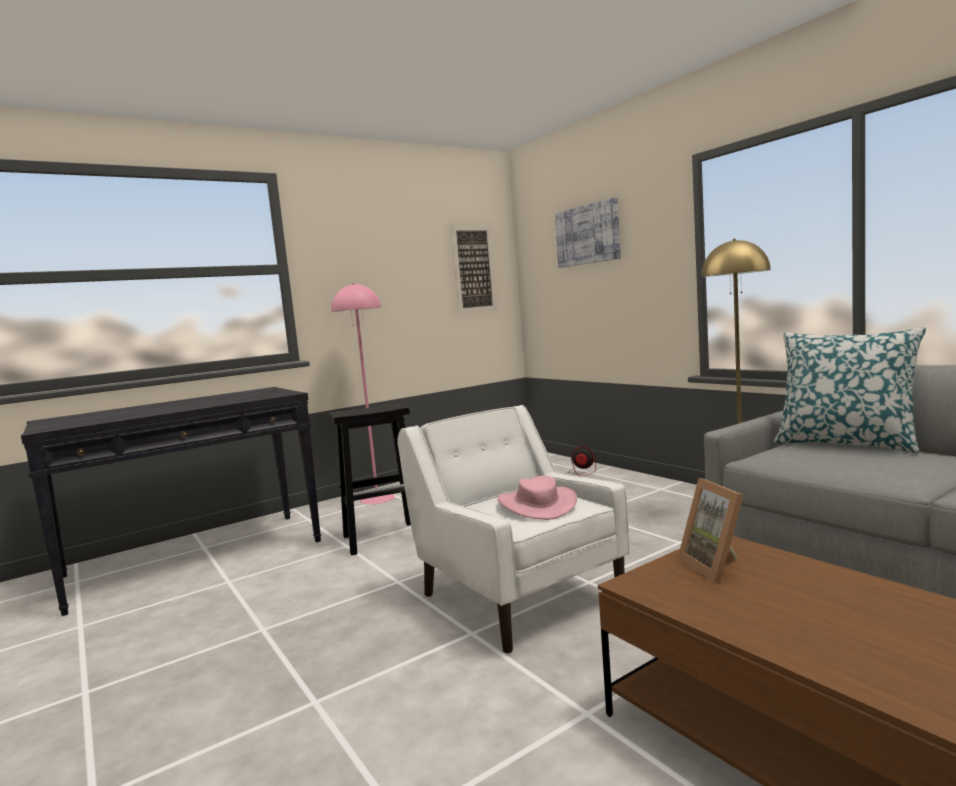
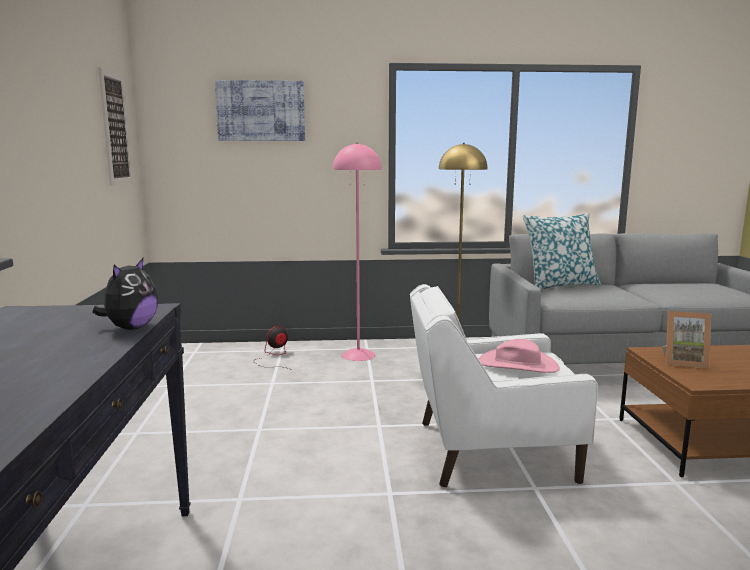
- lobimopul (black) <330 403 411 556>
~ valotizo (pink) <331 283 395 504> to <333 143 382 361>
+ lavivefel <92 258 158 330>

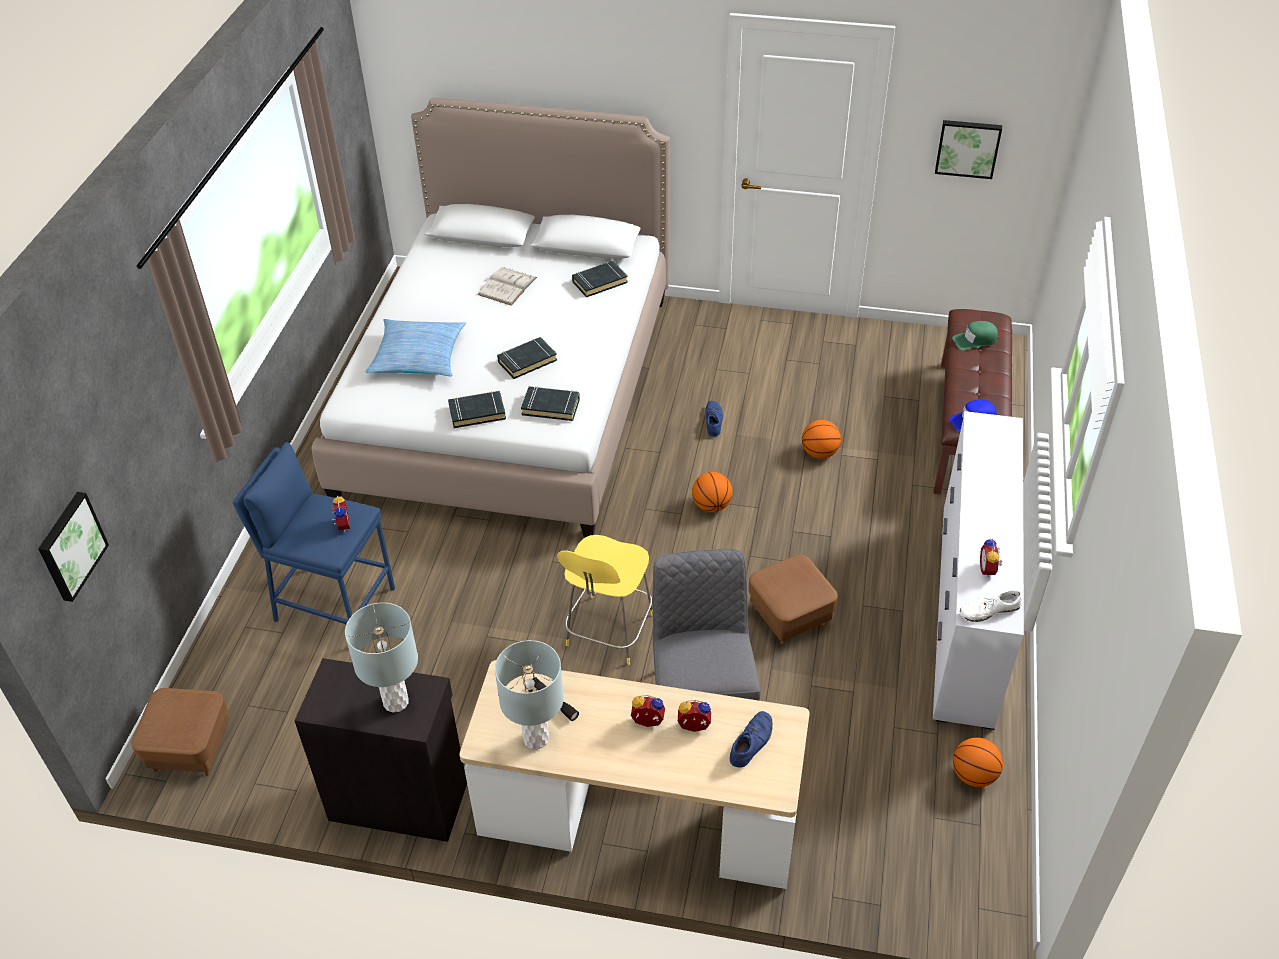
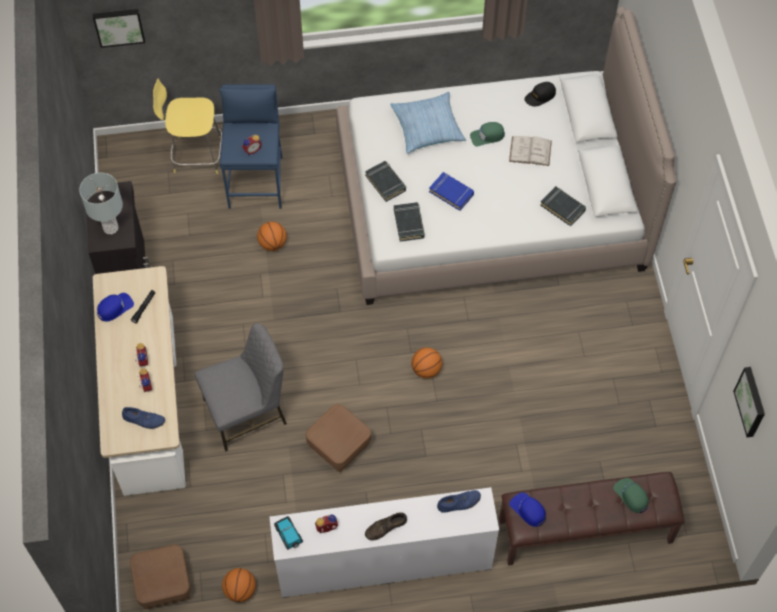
~ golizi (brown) <131 688 229 776> to <130 545 191 609>
~ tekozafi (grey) <495 640 564 750> to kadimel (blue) <97 293 134 321>
~ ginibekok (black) <497 337 557 379> to ginibekok (blue) <429 172 474 211>
~ lobimopul (yellow) <557 535 653 665> to <153 79 222 174>
~ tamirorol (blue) <705 401 723 437> to <437 490 481 513>
~ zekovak <802 420 841 459> to <257 222 287 251>
~ tamirorol (white) <960 590 1022 622> to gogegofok <274 516 303 550>
+ tamirorol (brown) <365 512 407 541>
+ kadimel (green) <470 122 505 147>
+ kadimel (black) <524 82 556 107>

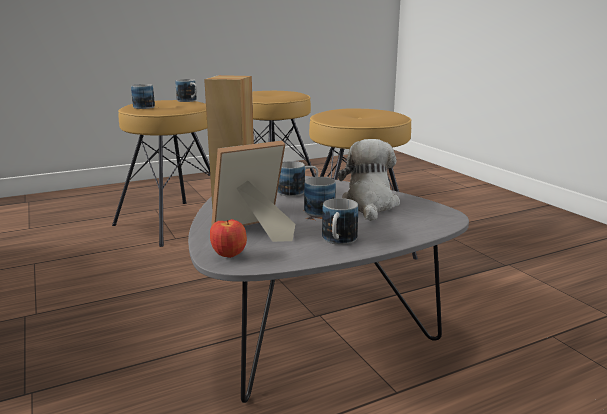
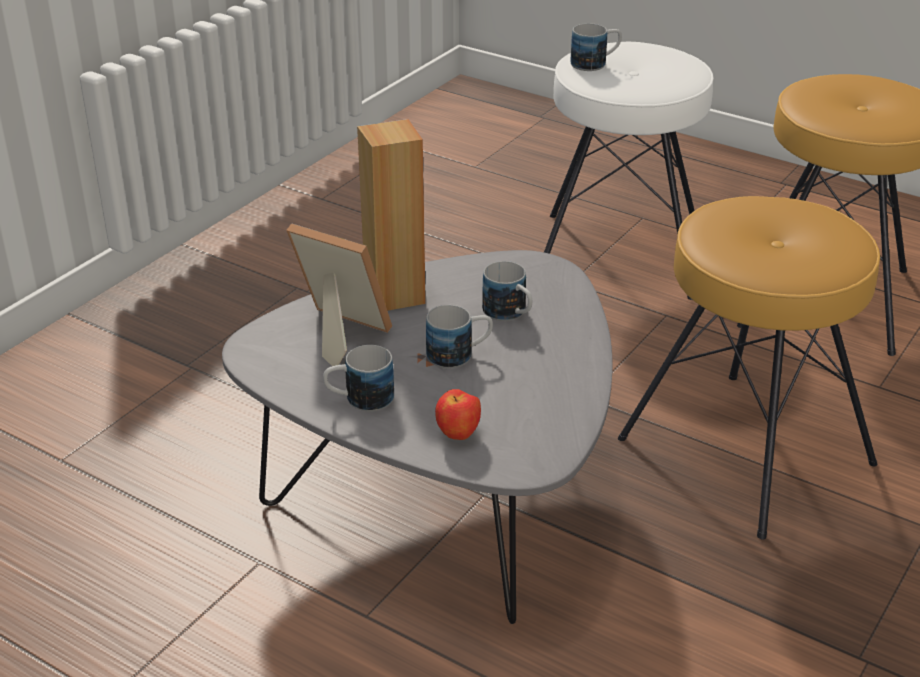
~ lobimopul (brown) <112 100 210 247> to lobimopul (white) <544 42 714 300>
- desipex <176 79 197 102>
~ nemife <210 219 247 258> to <435 389 481 440>
- lavivefel <338 139 400 221>

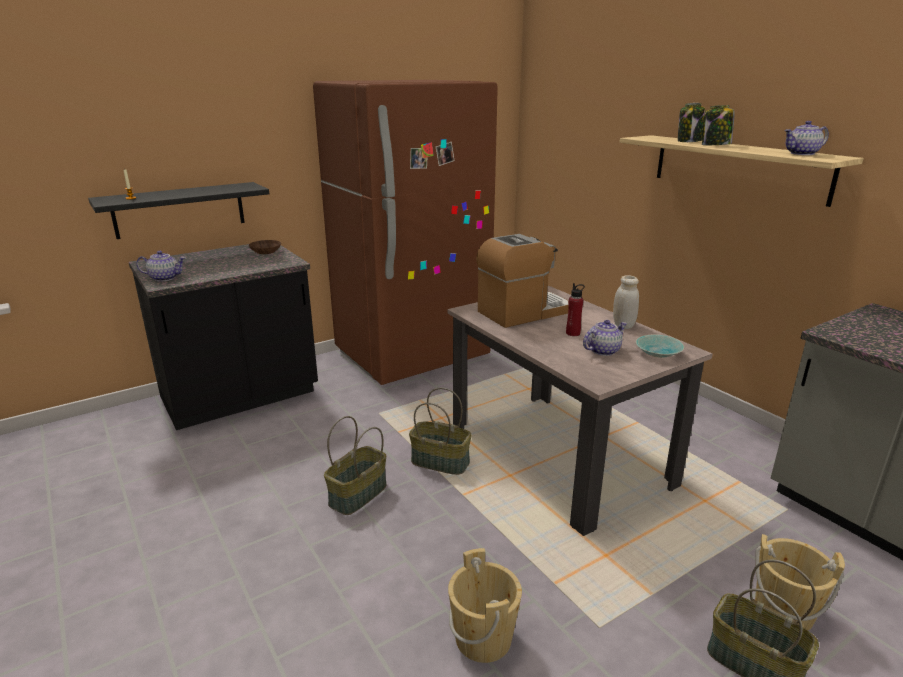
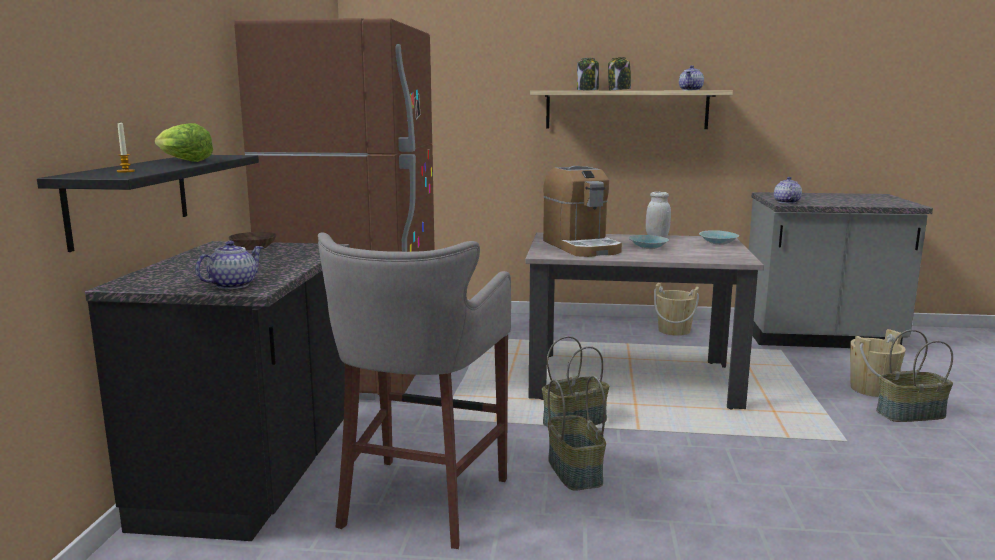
~ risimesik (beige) <448 548 522 663> to <654 283 699 336>
~ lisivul <476 234 569 328> = <543 166 622 257> 150 degrees clockwise
~ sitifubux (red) <566 283 585 336> to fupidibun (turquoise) <628 235 669 249>
~ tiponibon <583 320 627 356> to <774 177 802 204>
+ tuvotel <155 123 213 162>
+ lobimopul (grey) <318 233 511 549>

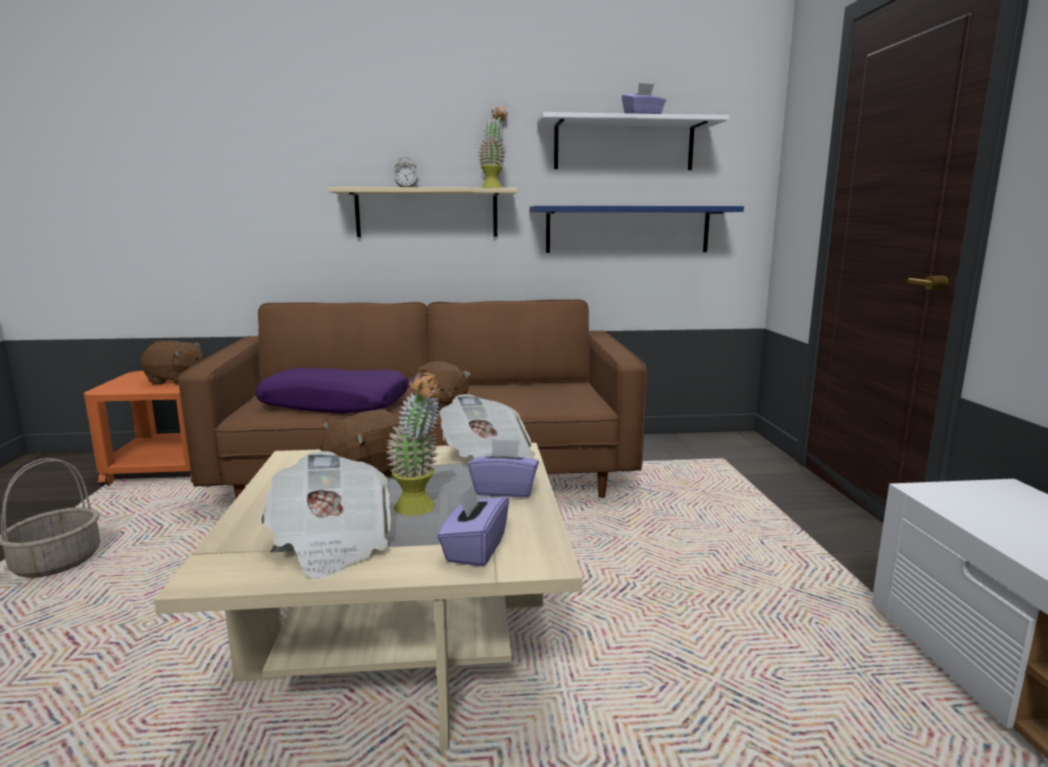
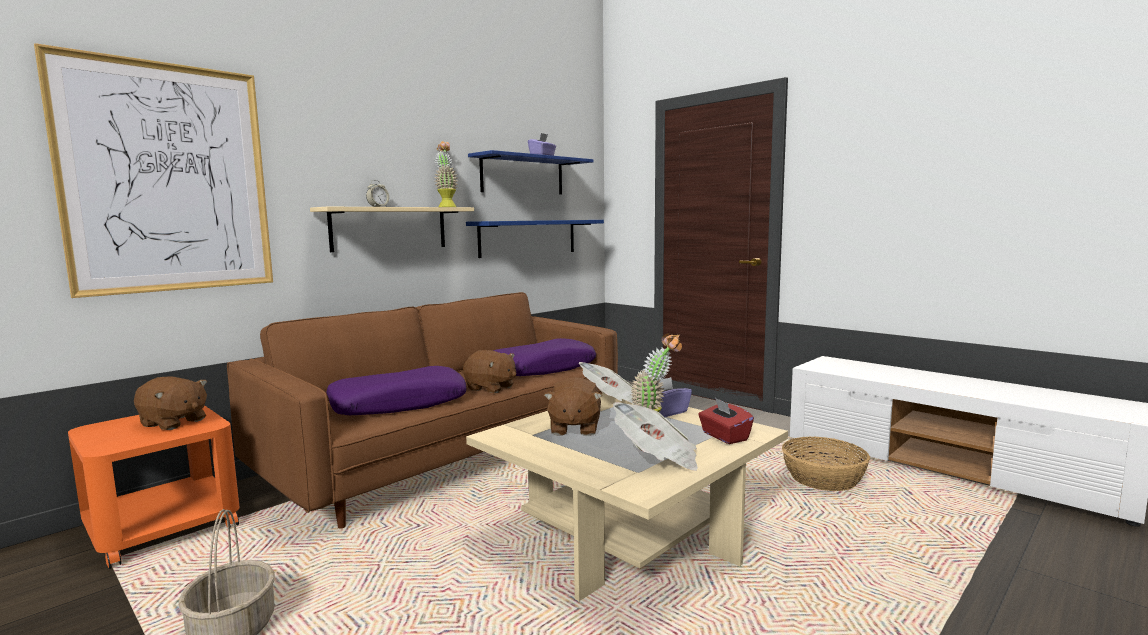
~ lavivefel (brown) <141 341 204 384> = <134 376 207 430> 60 degrees clockwise
~ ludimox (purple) <437 484 509 567> to ludimox (red) <698 398 754 444>
~ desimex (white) <537 112 729 170> to desimex (blue) <468 150 594 194>
+ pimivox <34 43 273 298>
+ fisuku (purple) <493 338 596 376>
+ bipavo <782 437 870 491>

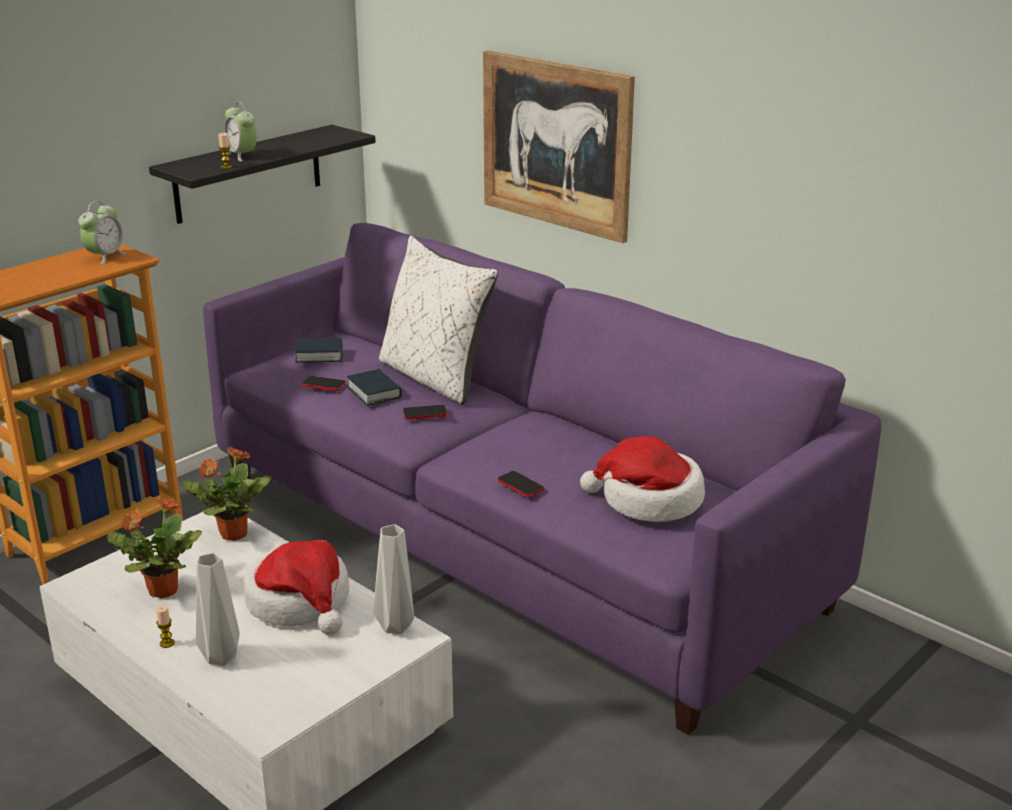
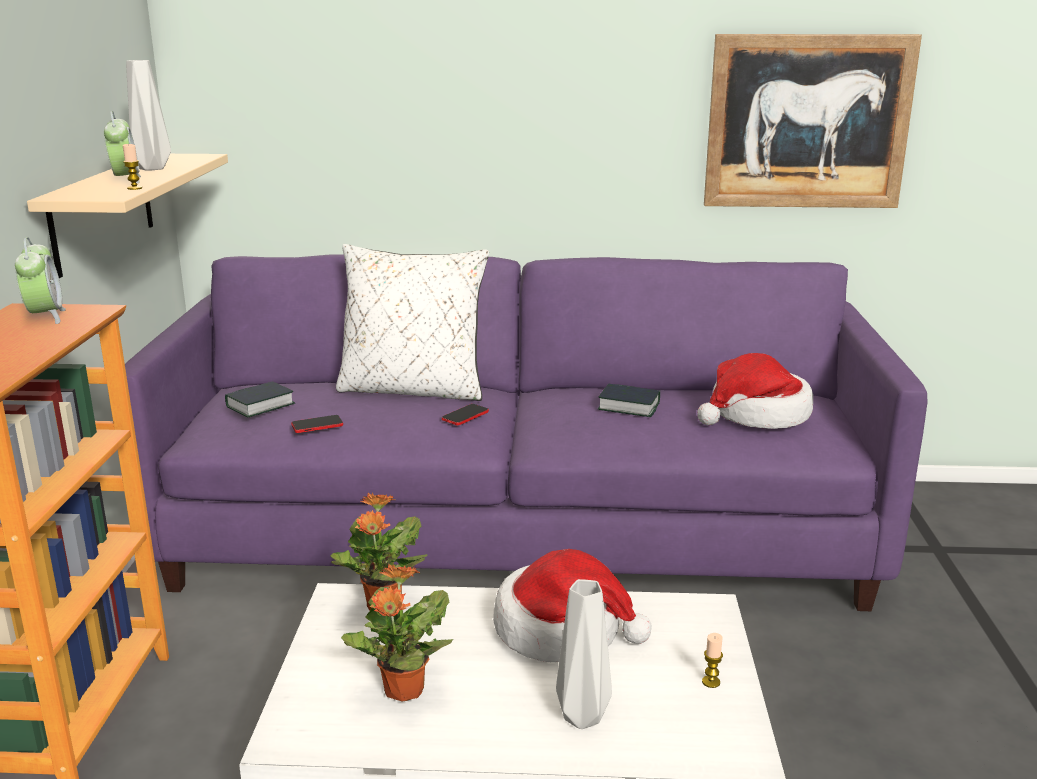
~ desimex (black) <149 125 376 224> to desimex (beige) <27 154 228 278>
~ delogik <156 605 175 648> to <702 633 723 688>
~ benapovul <224 102 257 161> = <104 111 141 183> 120 degrees counterclockwise
~ ginibekok <347 369 402 406> to <598 384 660 417>
~ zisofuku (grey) <373 524 414 634> to <126 60 171 171>
~ pimivox <483 50 635 243> to <704 34 922 208>
- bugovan <498 471 544 498>

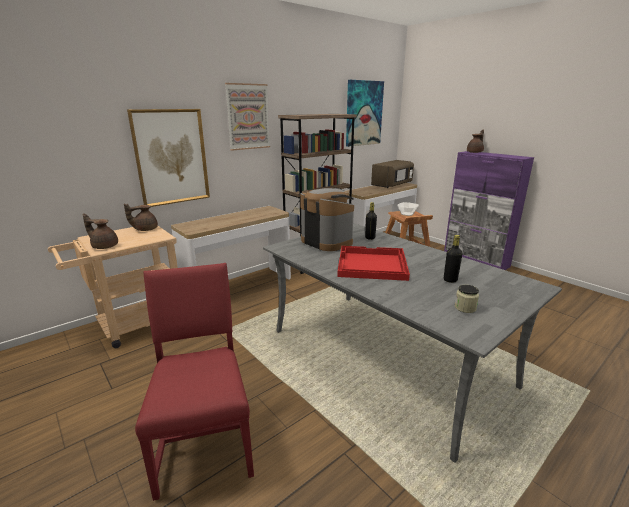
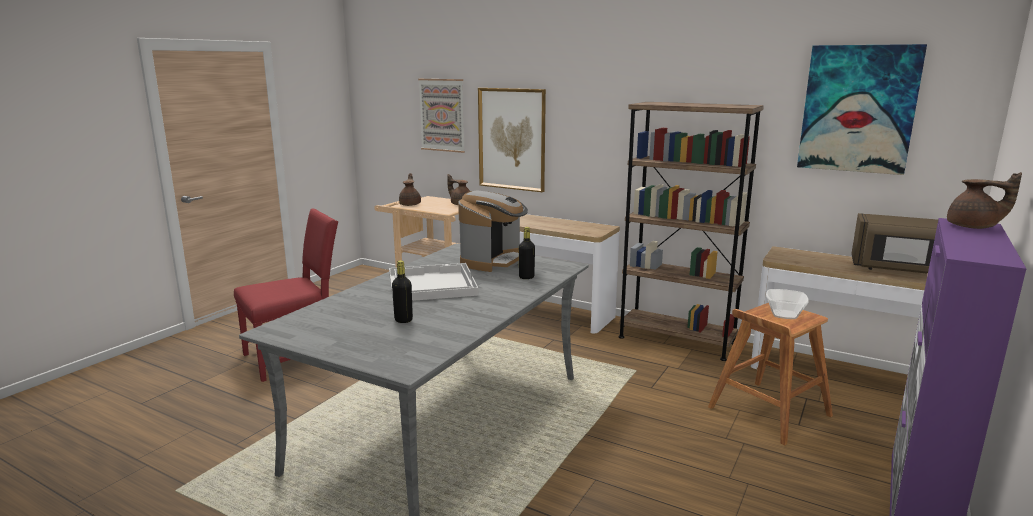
~ pimivox <225 83 270 151> to <418 79 465 153>
~ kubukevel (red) <337 246 410 281> to kubukevel (white) <389 263 479 301>
- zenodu <455 285 479 313>

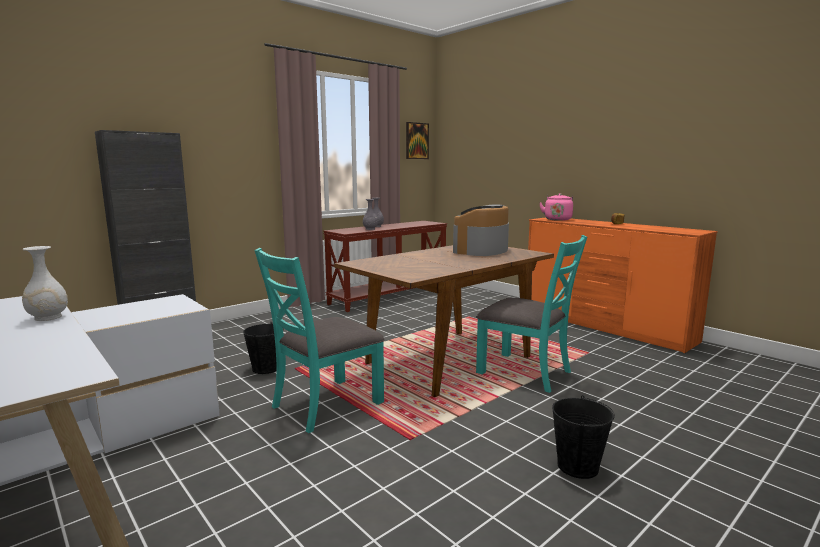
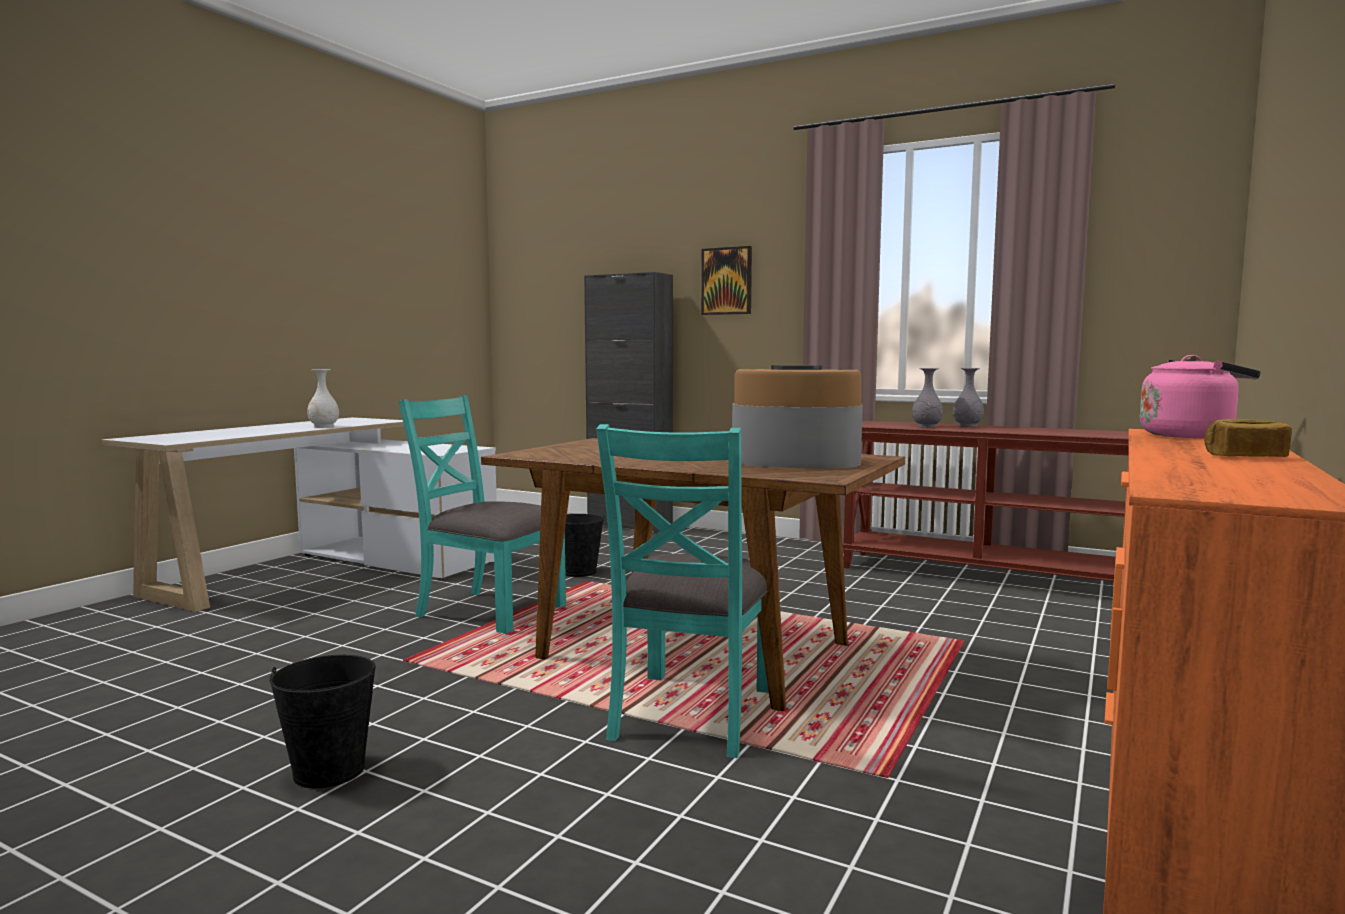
~ pimivox <406 122 429 159> to <701 246 752 315>

